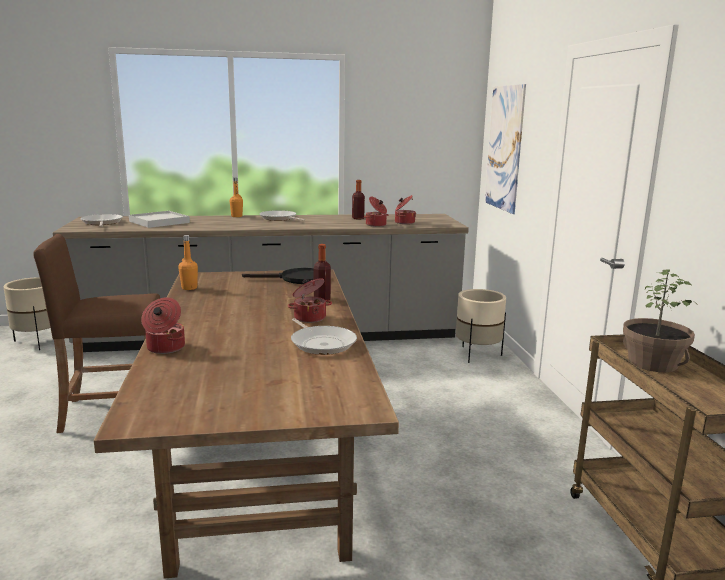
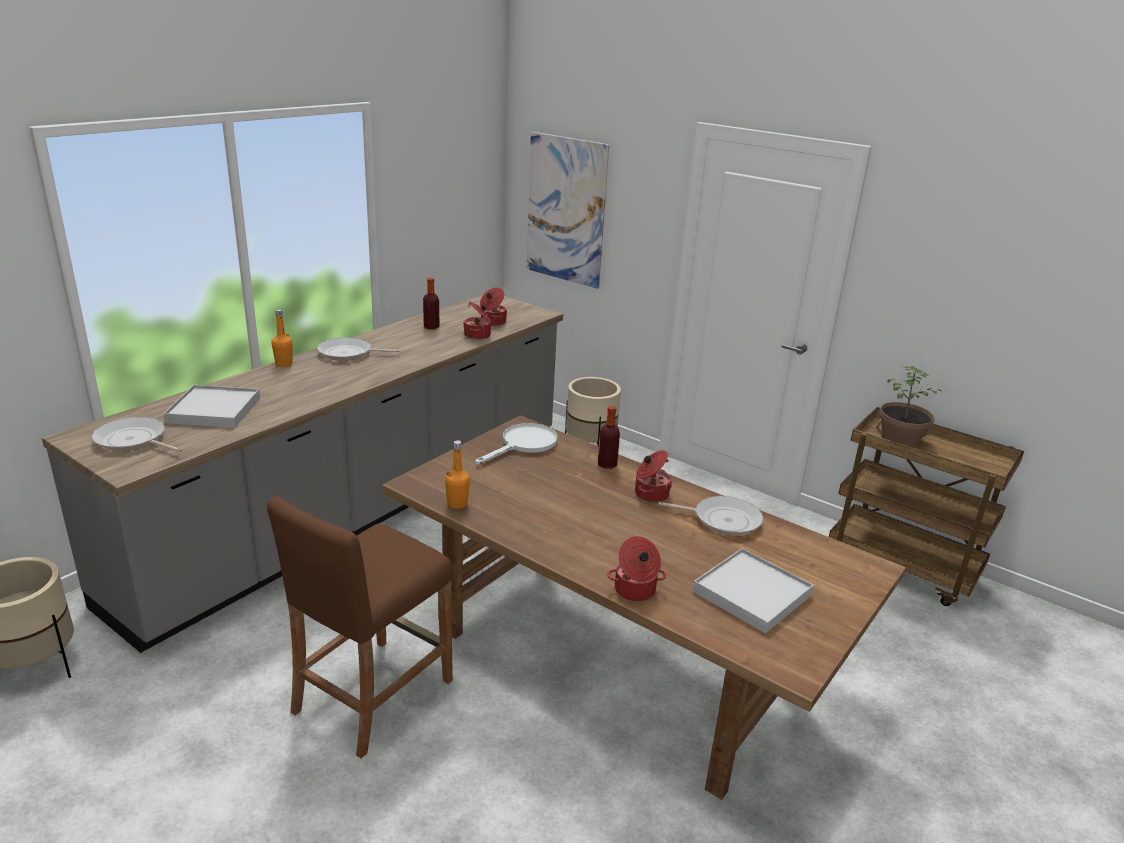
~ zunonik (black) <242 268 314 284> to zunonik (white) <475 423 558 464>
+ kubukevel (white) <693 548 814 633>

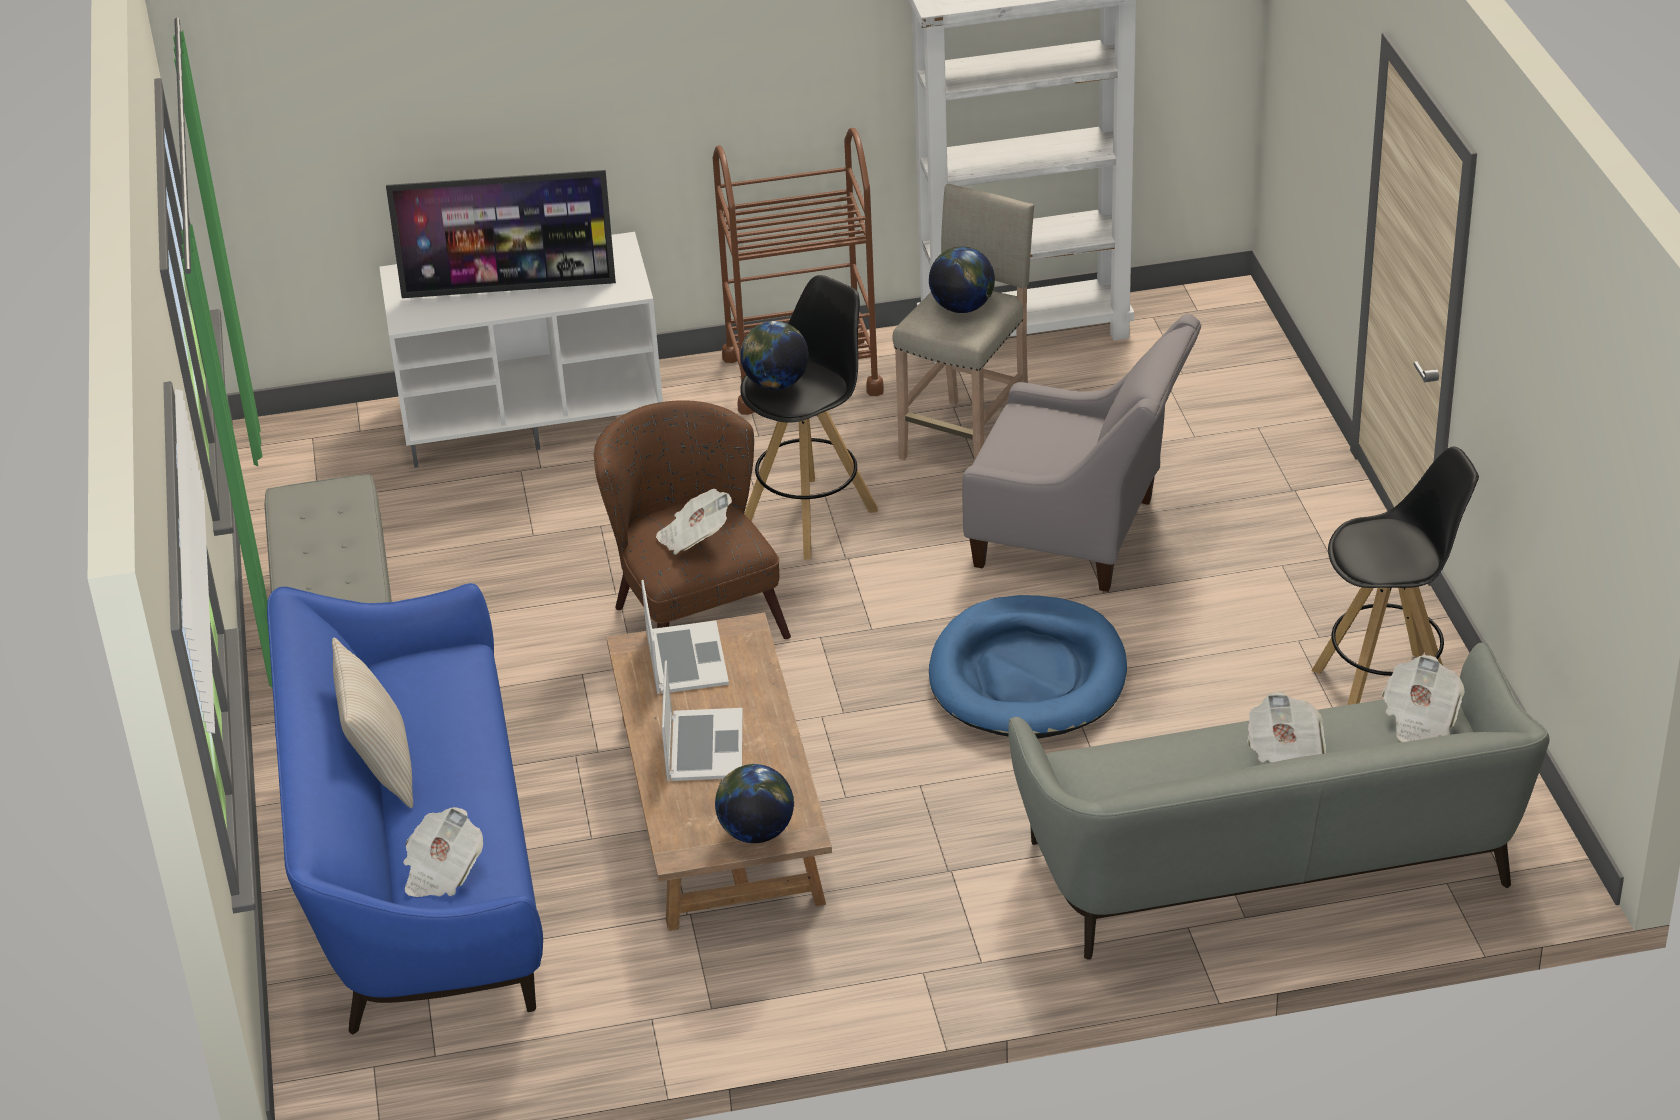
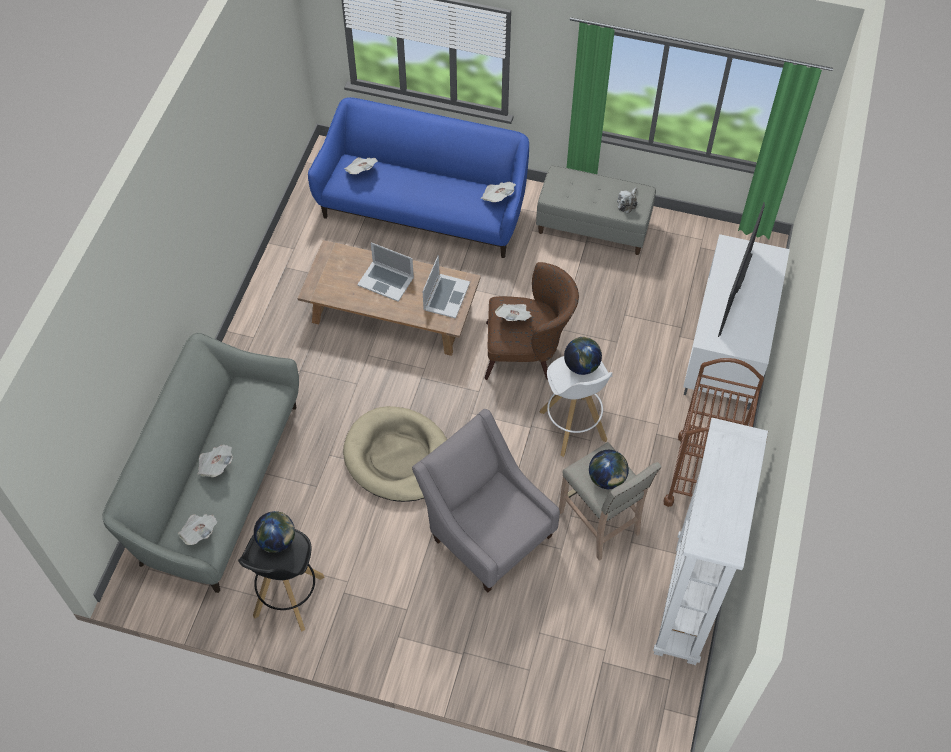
- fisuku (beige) <332 638 413 808>
~ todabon <641 580 729 694> = <423 255 470 319> 90 degrees counterclockwise
~ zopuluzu <715 764 794 843> to <254 511 295 553>
~ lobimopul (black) <740 275 878 560> to lobimopul (white) <540 356 613 457>
~ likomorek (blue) <929 595 1127 739> to likomorek (beige) <343 406 447 502>
~ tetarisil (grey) <962 314 1201 592> = <412 409 560 592> 90 degrees clockwise
+ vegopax <481 182 516 202>
+ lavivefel <617 188 638 213>

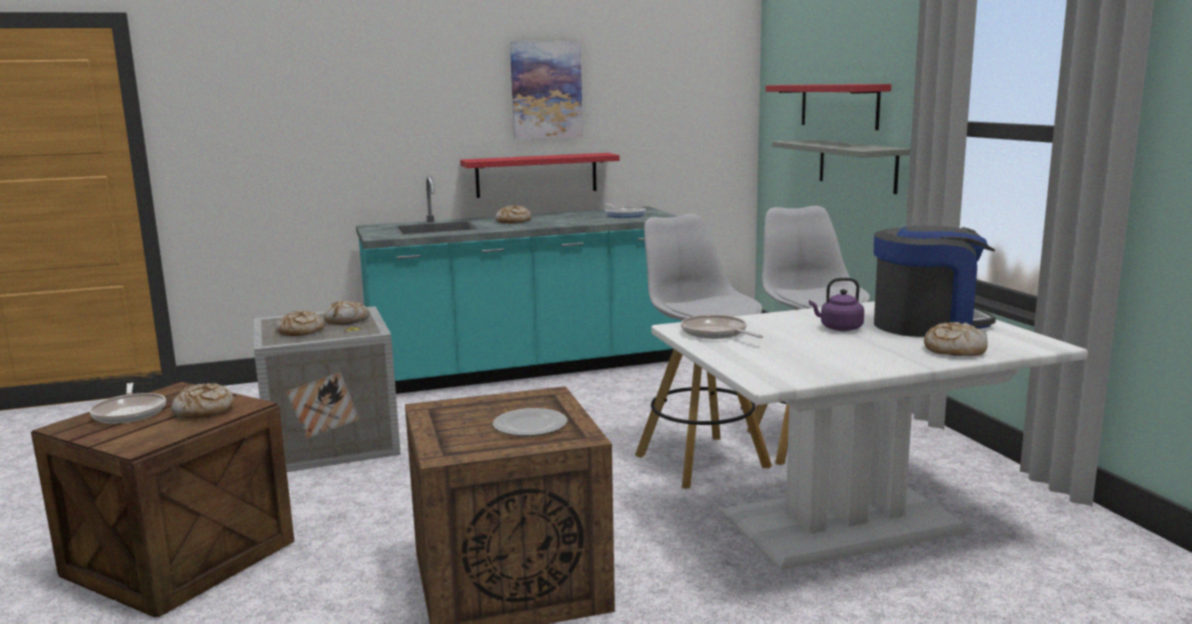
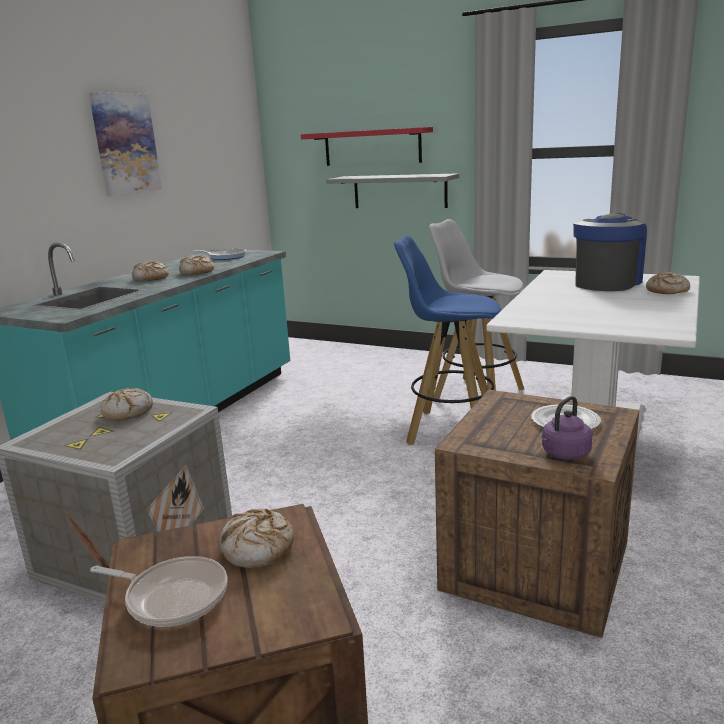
~ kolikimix <276 311 324 336> to <179 255 215 275>
- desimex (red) <460 153 620 198>
~ lobimopul (white) <635 214 772 489> to lobimopul (blue) <394 235 501 445>
- zunonik <681 315 763 339>
~ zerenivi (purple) <809 278 864 331> to <542 396 592 460>

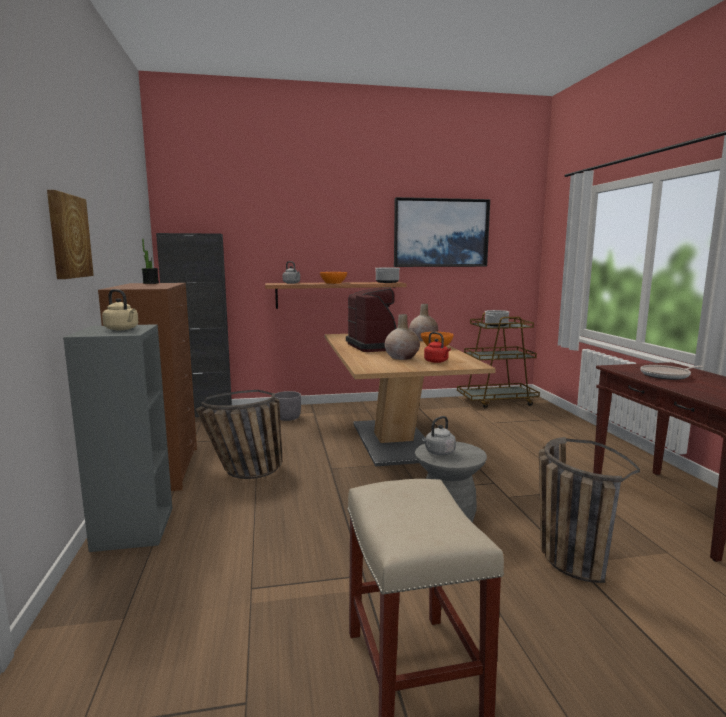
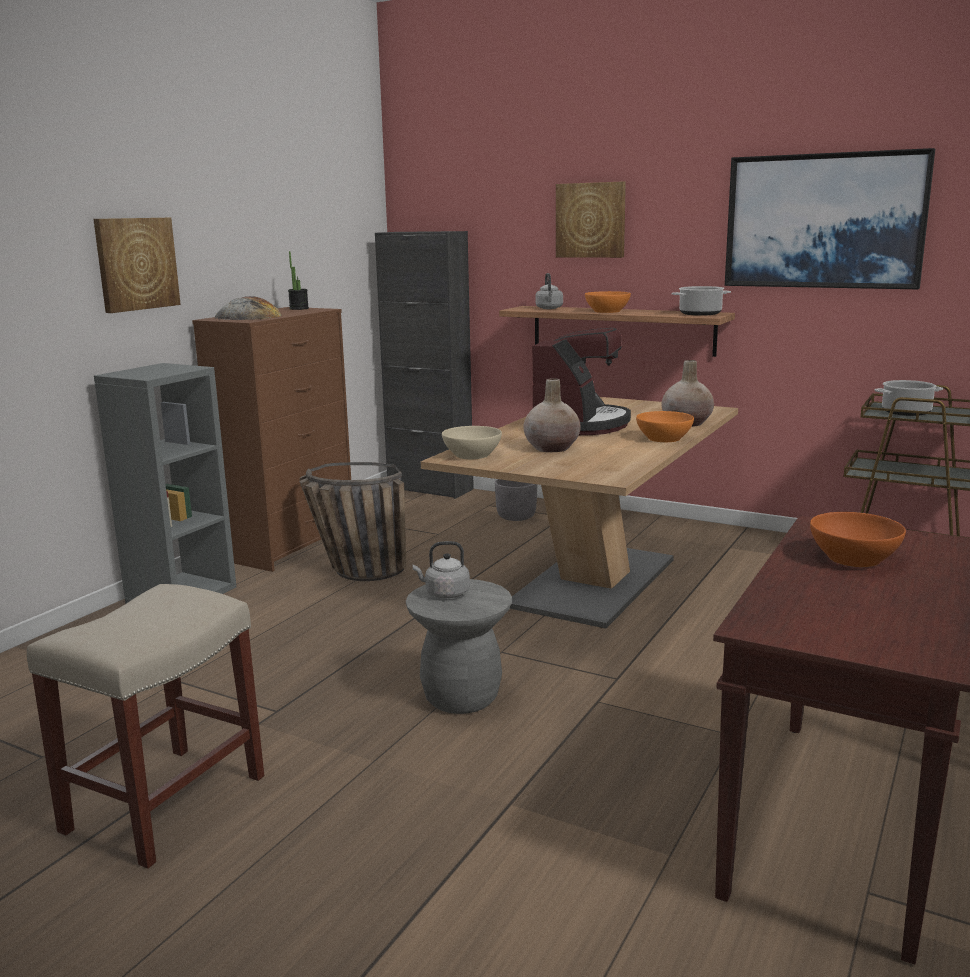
- zerenivi (beige) <102 289 139 330>
- zerenivi (red) <424 332 451 363>
- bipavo <539 437 640 583>
~ zunonik <640 365 704 380> to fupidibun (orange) <810 512 906 567>
+ kolikimix <215 296 282 320>
+ fupidibun (beige) <442 426 502 459>
+ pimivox <556 181 626 258>

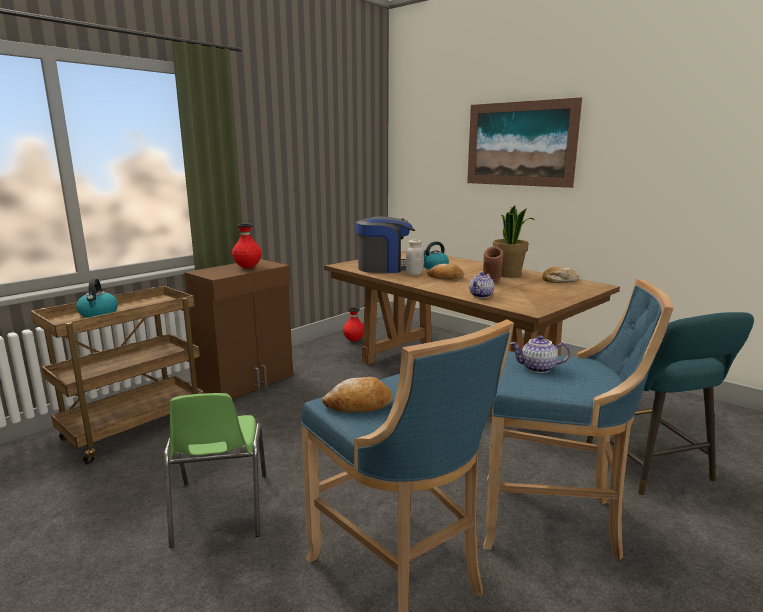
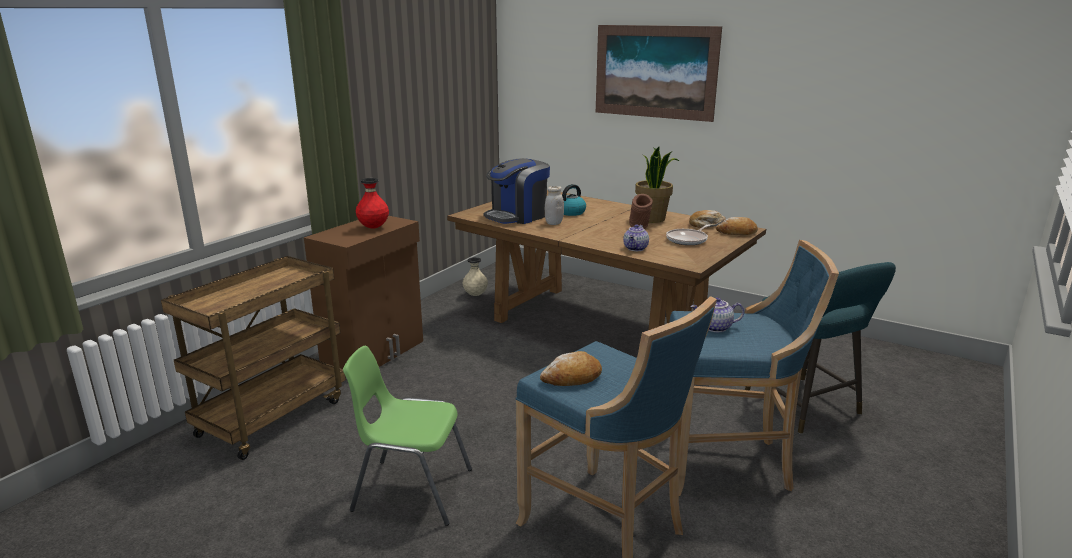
- zerenivi <76 278 118 318>
~ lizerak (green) <164 393 266 548> = <343 346 472 526> 120 degrees clockwise
~ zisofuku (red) <343 307 364 342> to zisofuku (beige) <462 257 488 296>
~ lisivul <356 217 415 273> = <484 158 550 224> 150 degrees clockwise
~ kolikimix <427 264 464 280> to <716 217 758 235>
+ zunonik <666 225 710 245>

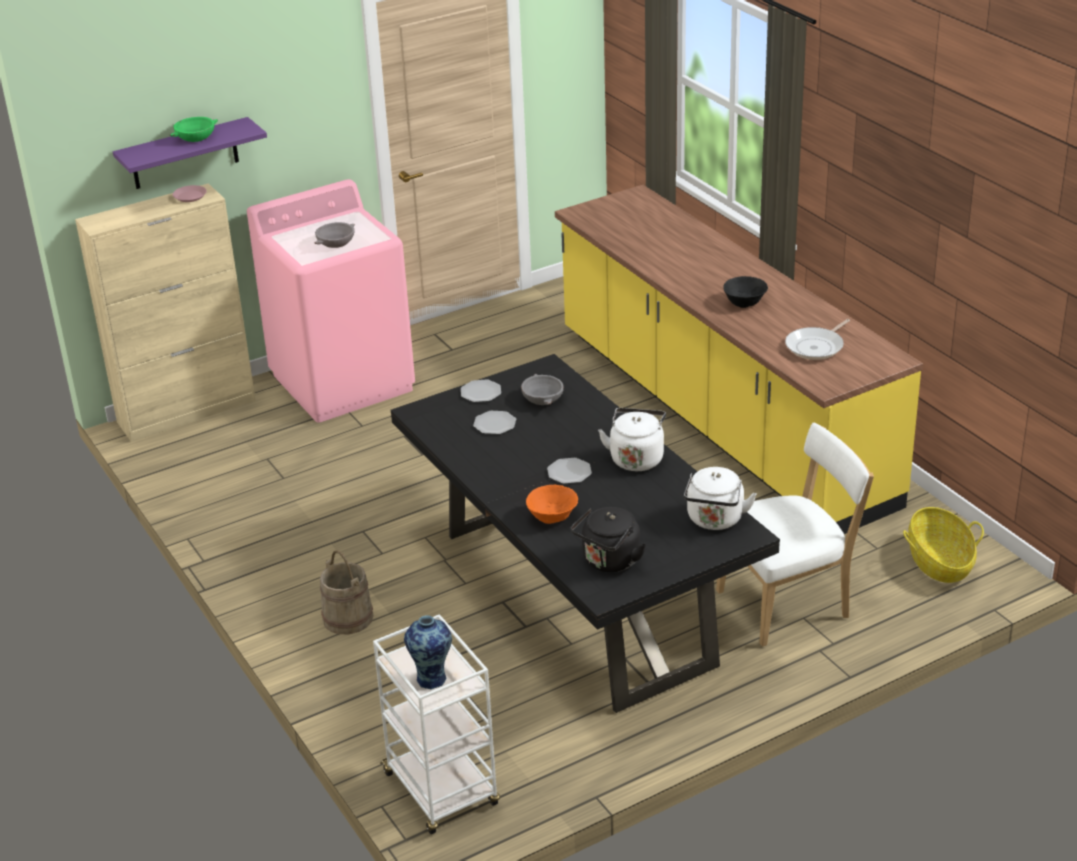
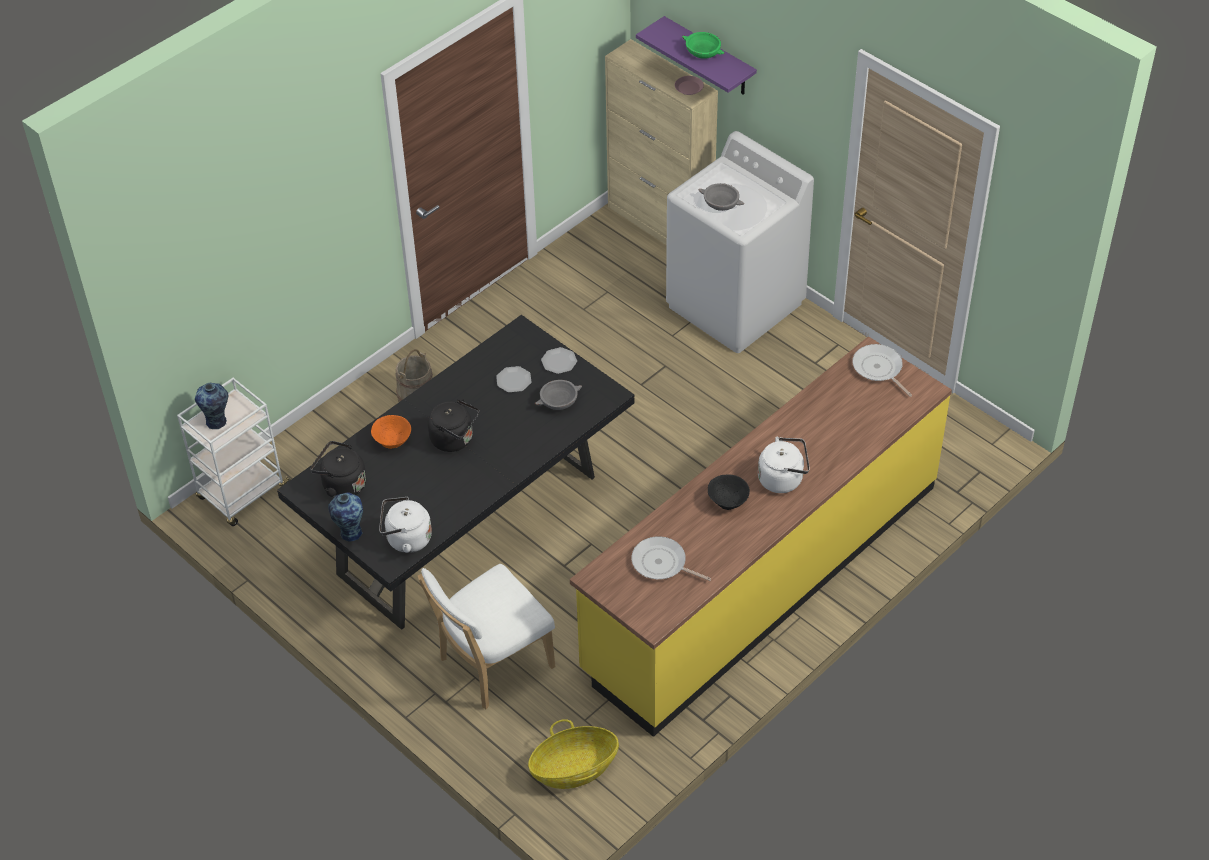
~ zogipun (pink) <247 179 415 423> to zogipun (white) <666 131 814 353>
~ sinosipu <547 458 592 484> to zerenivi (black) <428 399 479 452>
~ zerenivi (white) <598 408 666 471> to <758 437 810 493>
~ lizerak (white) <716 423 874 647> = <418 564 555 709> 90 degrees clockwise
+ zisofuku <328 492 363 542>
+ zunonik <852 344 912 397>

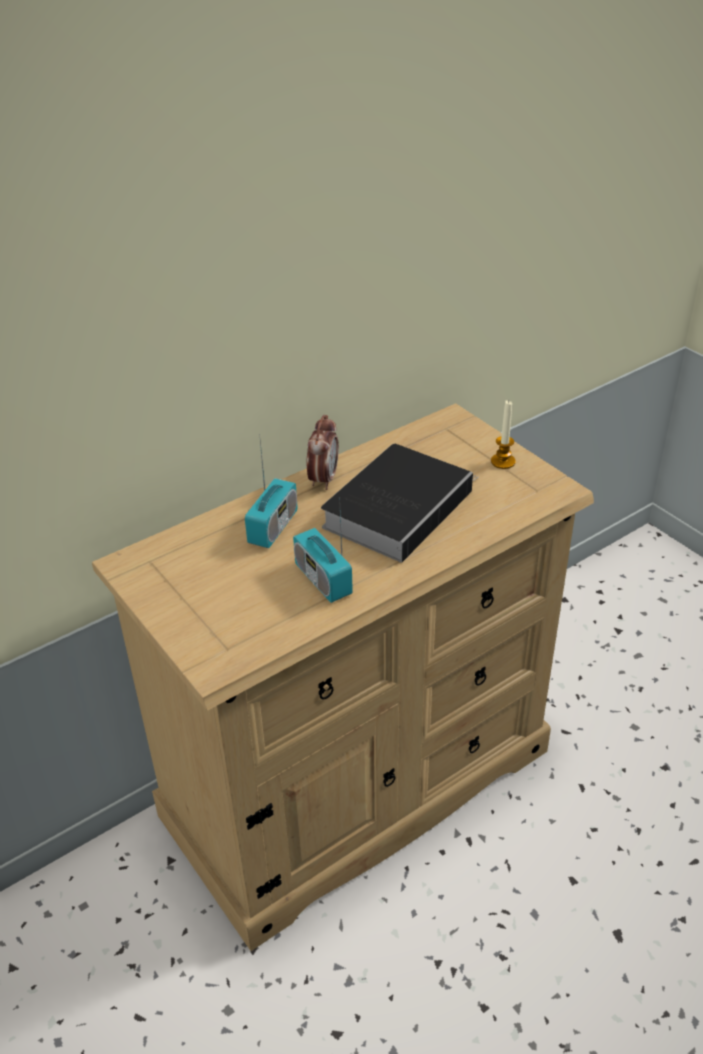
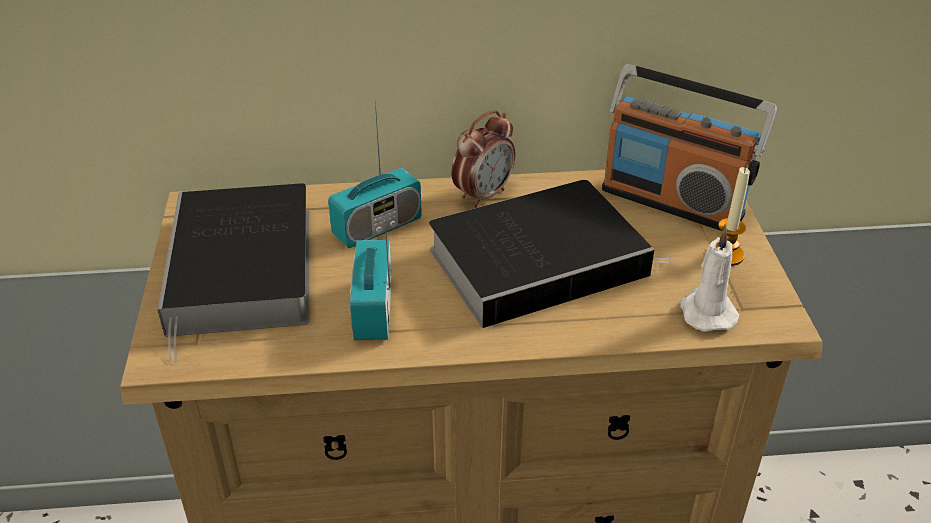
+ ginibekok <157 183 310 363>
+ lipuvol <602 64 777 231>
+ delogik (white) <680 227 740 332>

